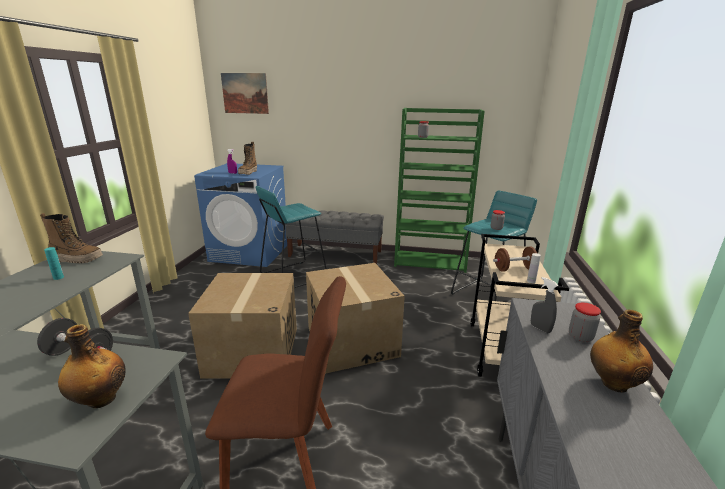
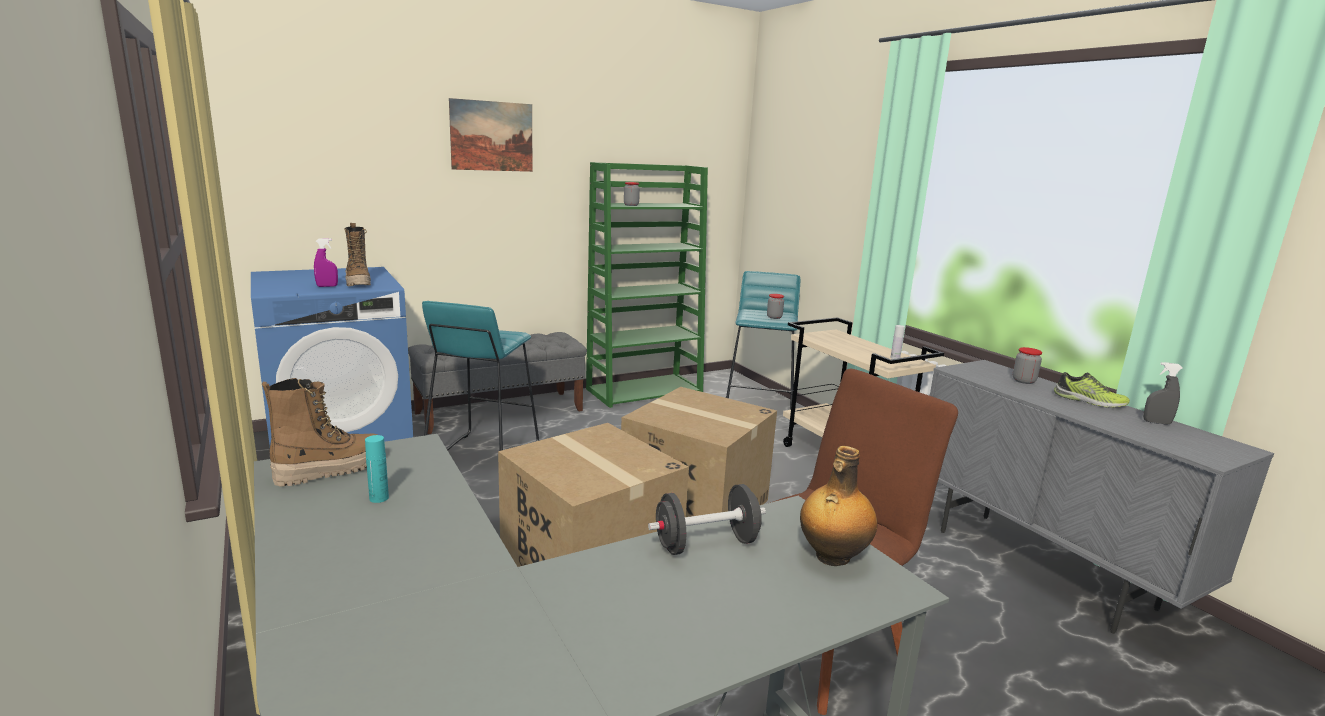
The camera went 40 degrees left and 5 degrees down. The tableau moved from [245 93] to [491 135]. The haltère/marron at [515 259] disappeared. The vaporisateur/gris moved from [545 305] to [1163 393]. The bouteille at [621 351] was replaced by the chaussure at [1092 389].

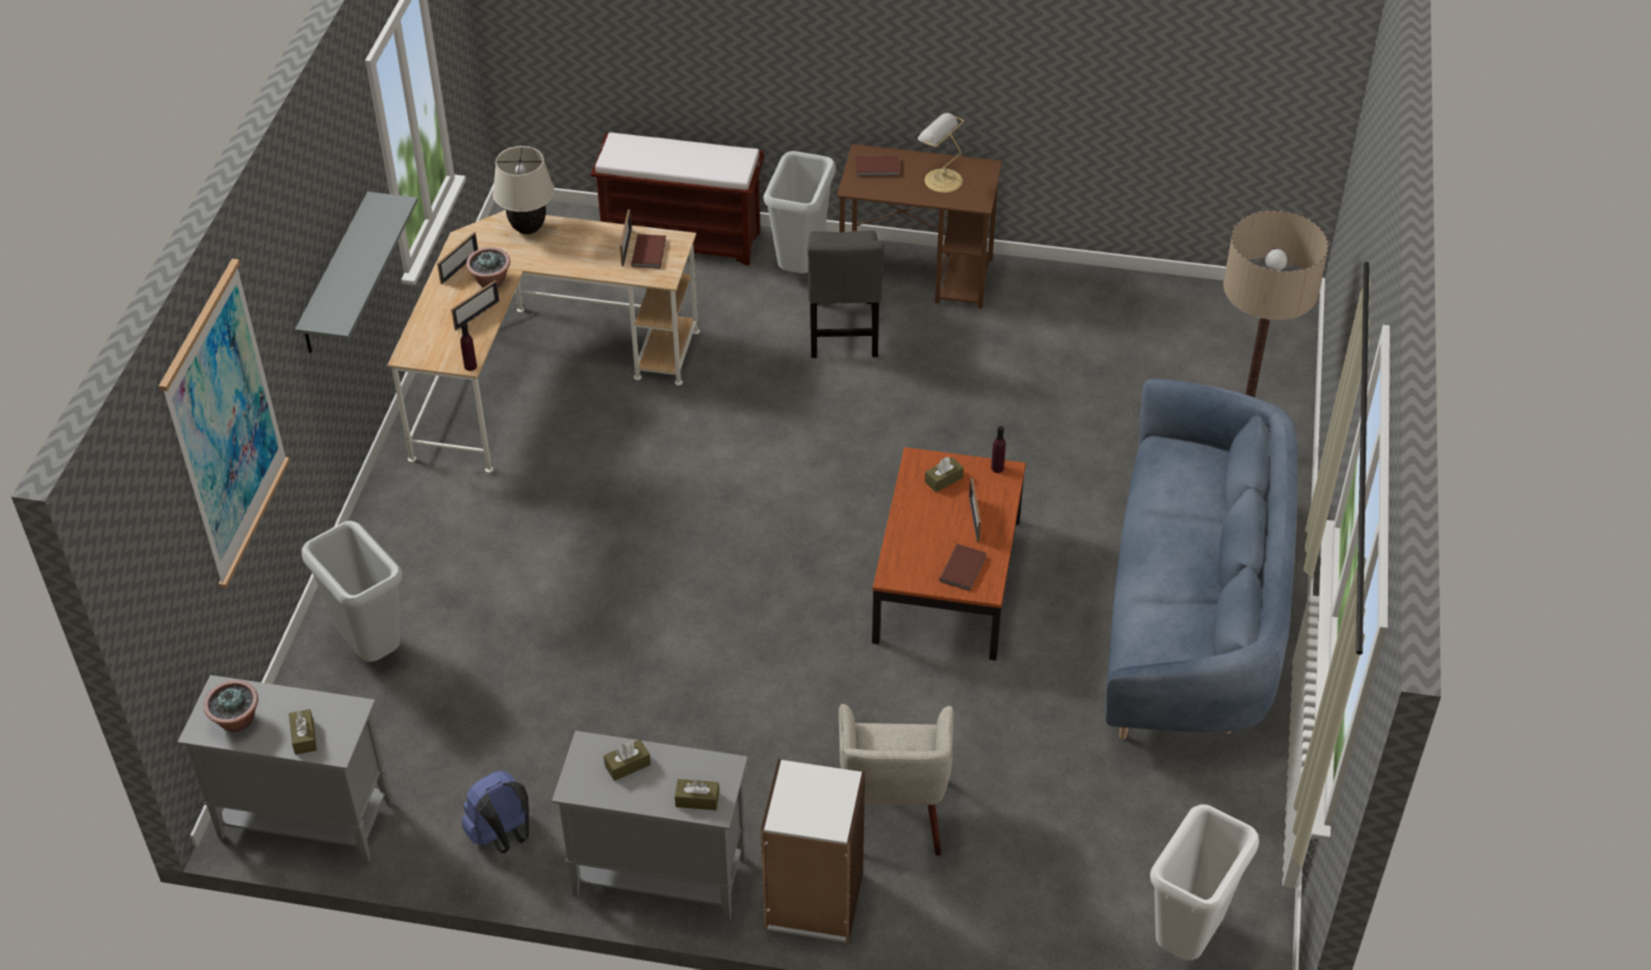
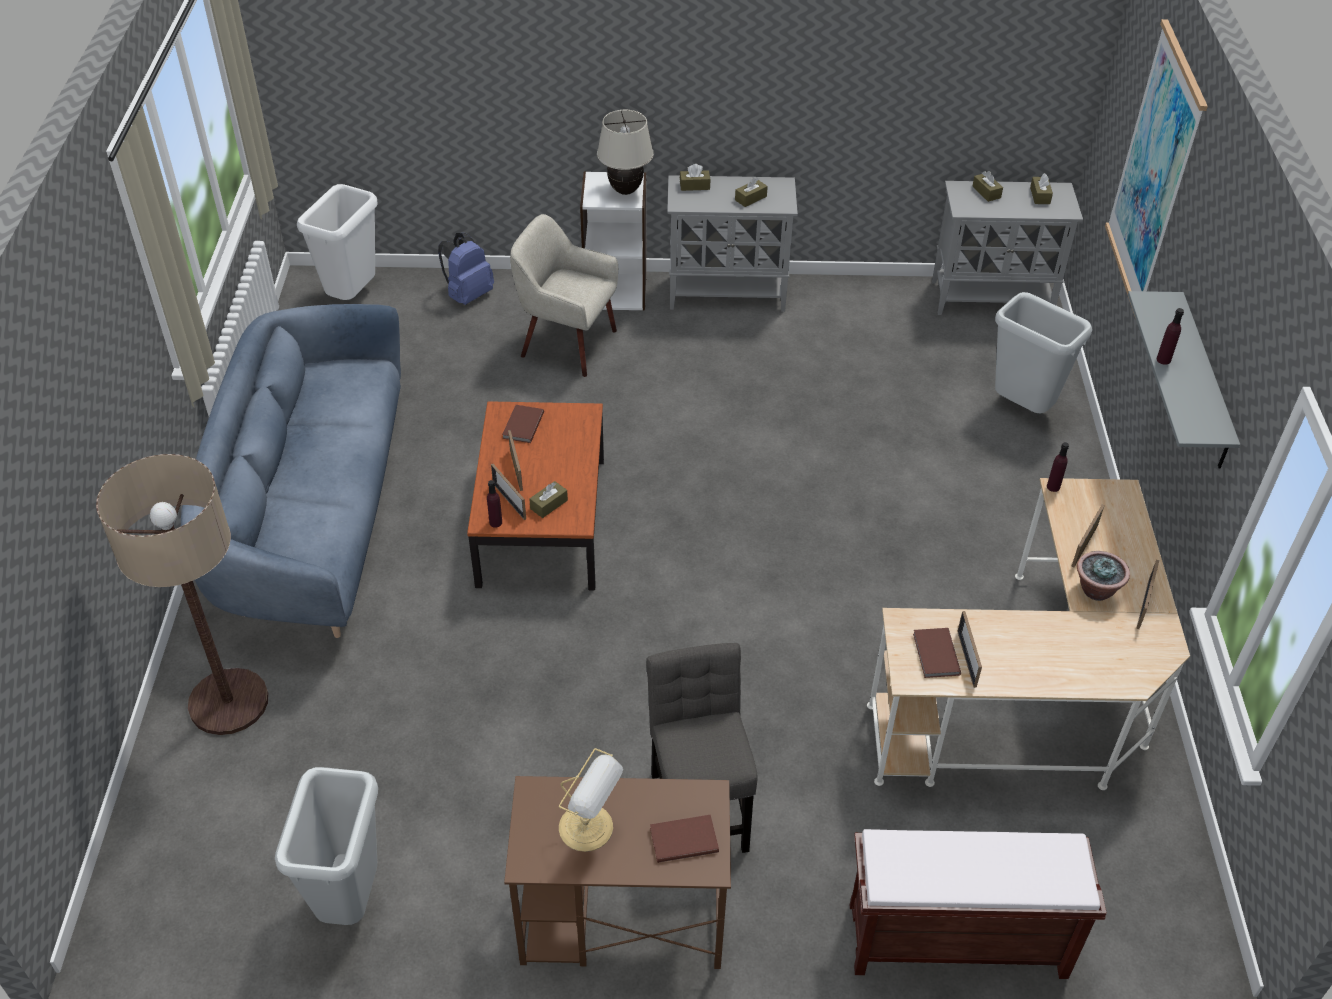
The camera went 170 degrees right and 0 degrees up. The plante en pot at [231 706] was replaced by the boîte à mouchoirs/marron at [1041 188]. The sac à dos/bleu moved from [495 811] to [466 269]. The lampe de table/beige moved from [524 190] to [625 152]. The poubelle/gris moved from [800 212] to [326 846]. The fauteuil/beige at [896 780] turned 60 degrees counterclockwise. The cadre photo at [508 492] appeared. The bouteille/violet at [1170 336] appeared.

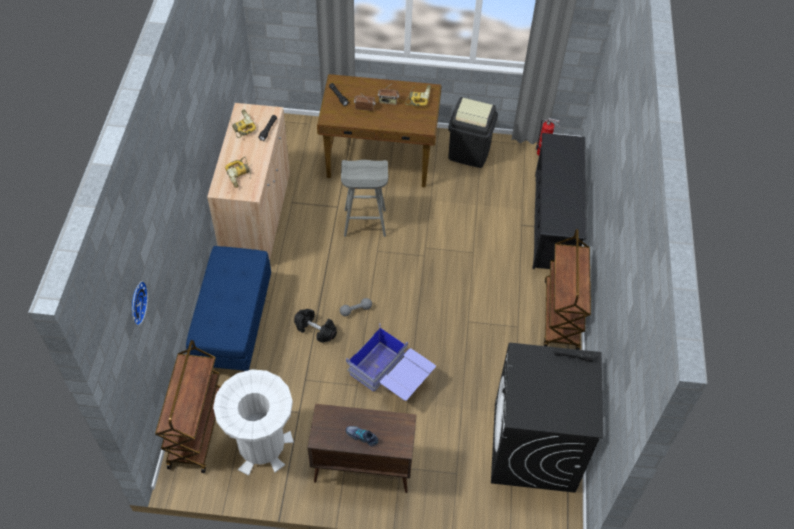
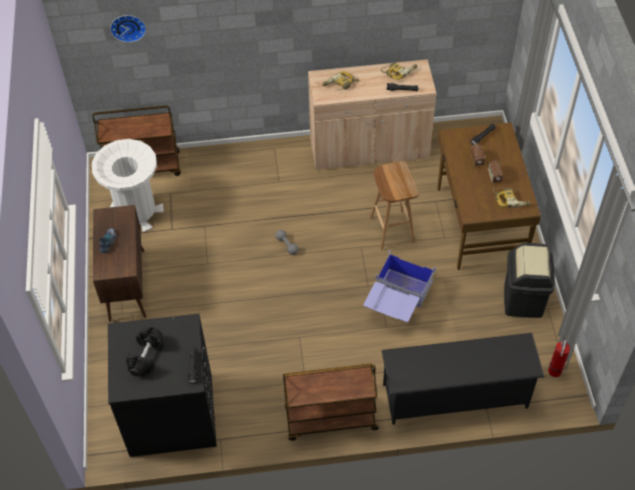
The camera went 80 degrees right and 0 degrees up. The banc/bleu at [228 309] disappeared. The haltère/noir moved from [315 326] to [145 352]. The tabouret/gris at [364 198] became the tabouret/marron at [394 205]. The boîte de rangement/bleu moved from [391 364] to [399 286].

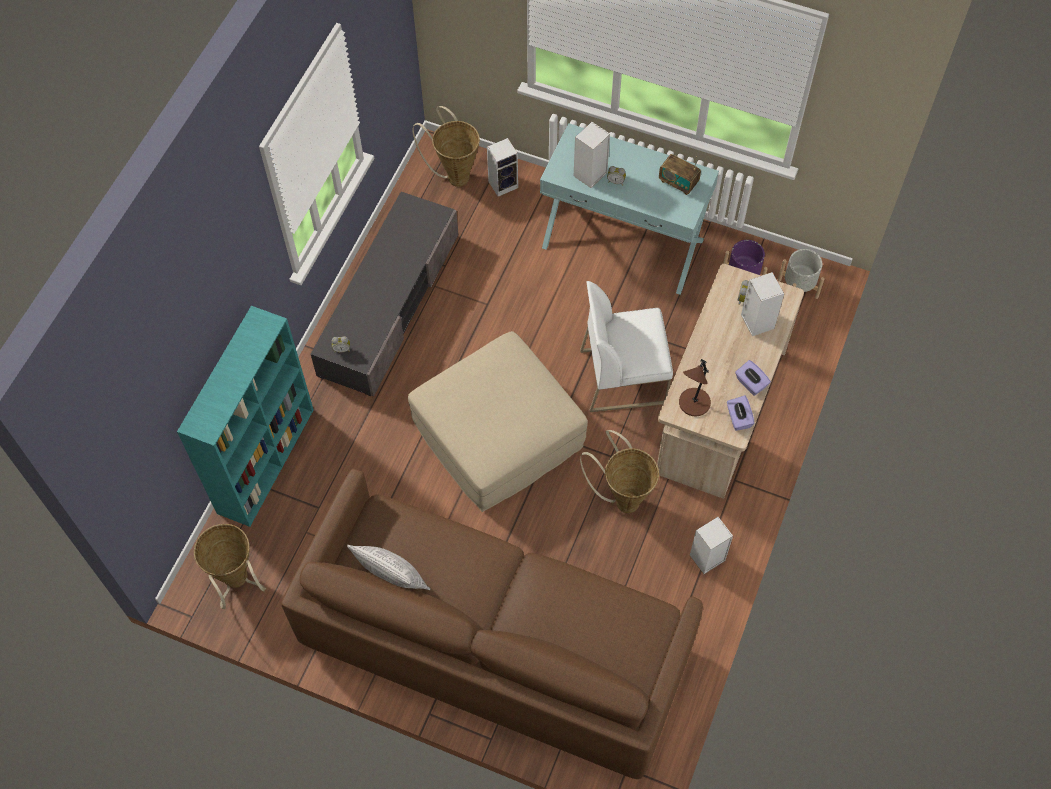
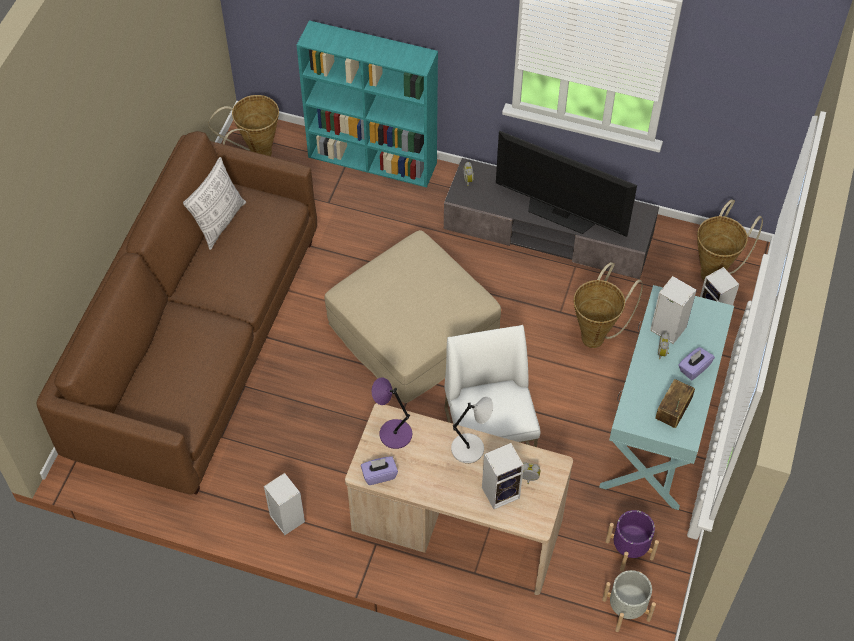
The camera went 85 degrees right and 5 degrees down. The panier moved from [619 471] to [608 305]. The lampe de table/marron at [695 387] became the lampe de table/violet at [392 413]. The boîte à mouchoirs/violet moved from [753 378] to [697 363]. The lampe de table/gris at [472 430] appeared. The téléviseur at [566 184] appeared.

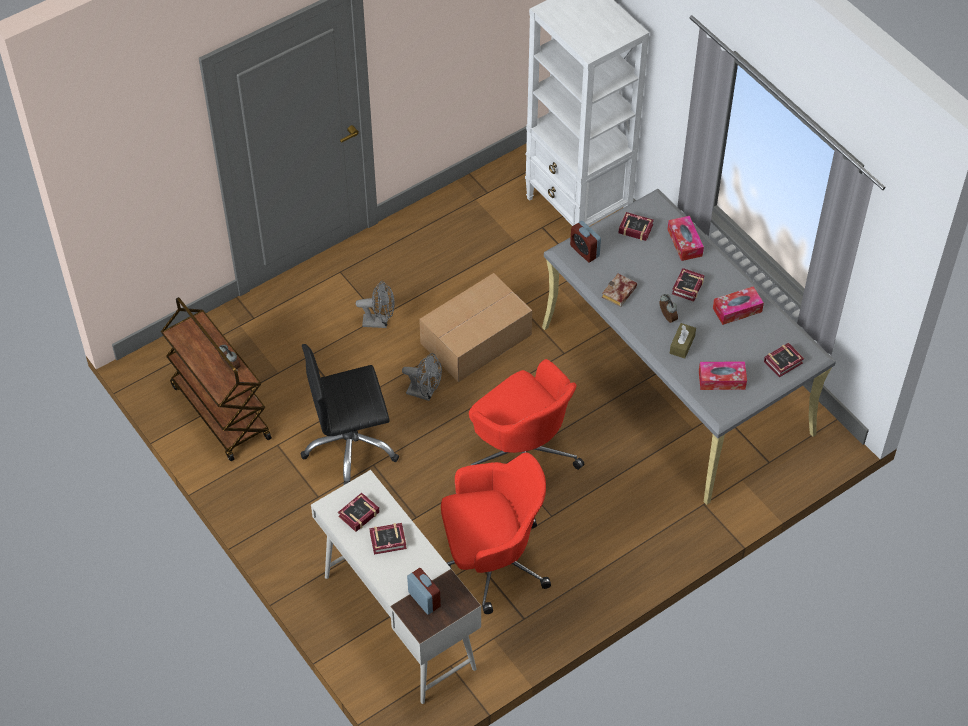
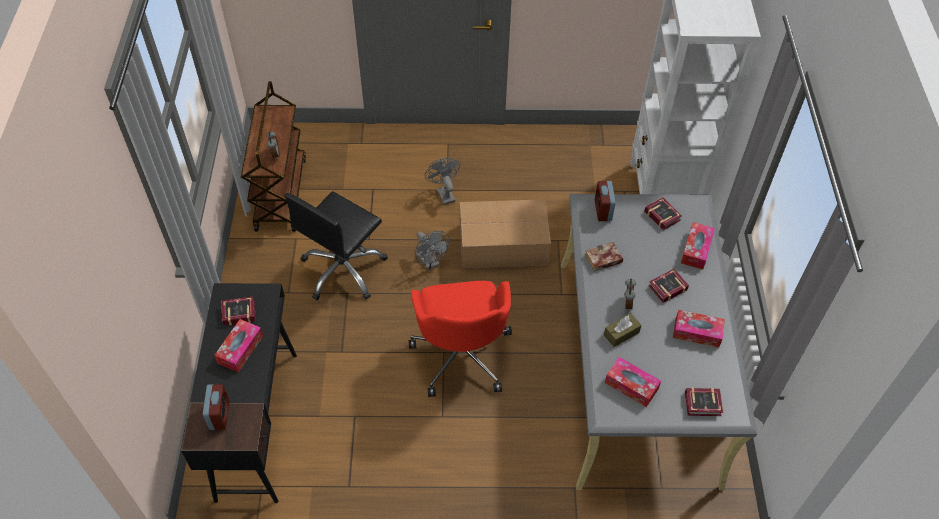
The camera went 35 degrees right and 0 degrees up. The chaise de bureau/noir at [349 414] turned 75 degrees counterclockwise. The bureau/blanc at [396 587] became the bureau/noir at [239 393]. The ventilateur/gris at [375 304] turned 150 degrees counterclockwise. The livre at [388 539] was replaced by the boîte à mouchoirs at [238 345]. The chaise de bureau/rouge at [496 533] disappeared.

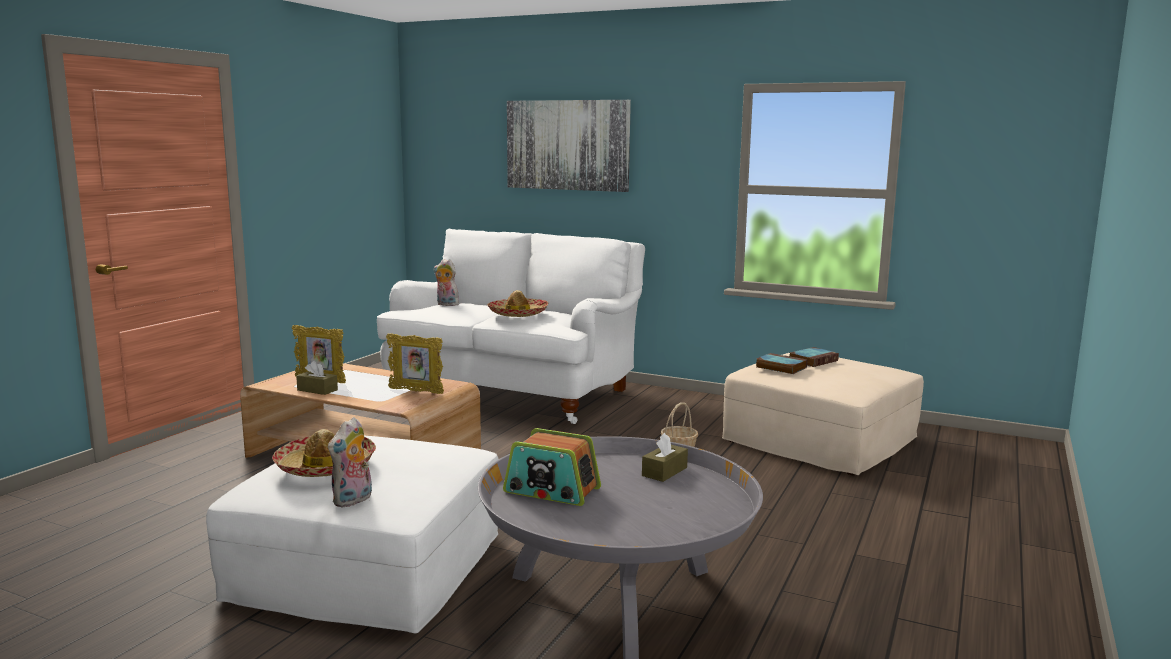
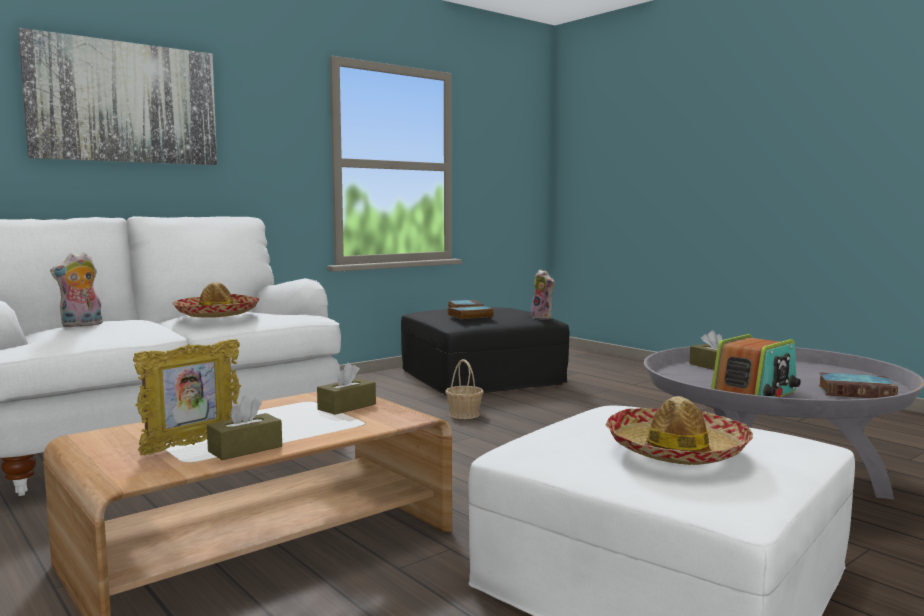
The camera went 65 degrees left and 5 degrees down. The peluche moved from [350 462] to [543 294]. The cadre photo at [415 363] was replaced by the boîte à mouchoirs/marron at [346 389]. The pouf/beige at [823 414] became the pouf/noir at [485 351]. The livre at [858 385] appeared.

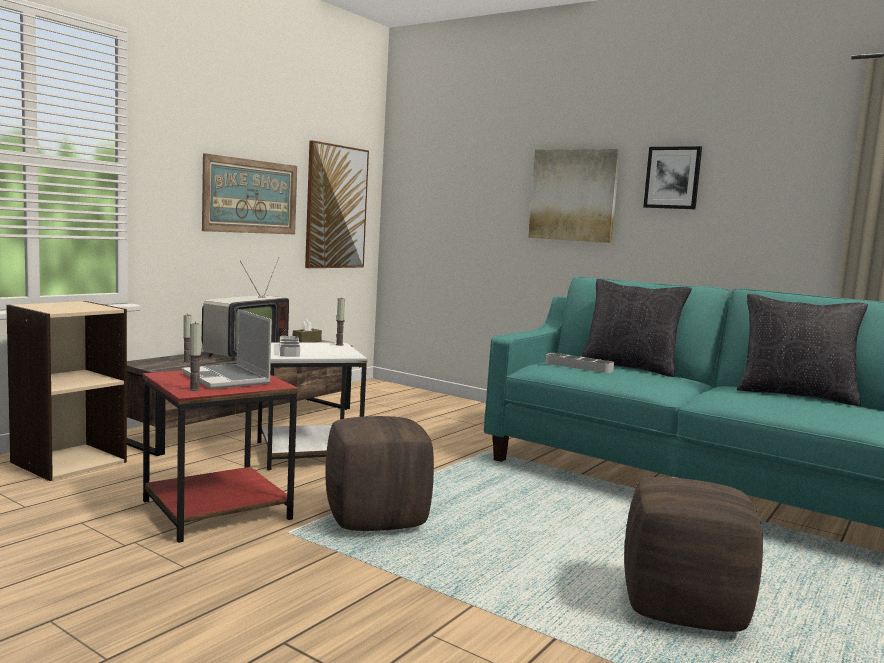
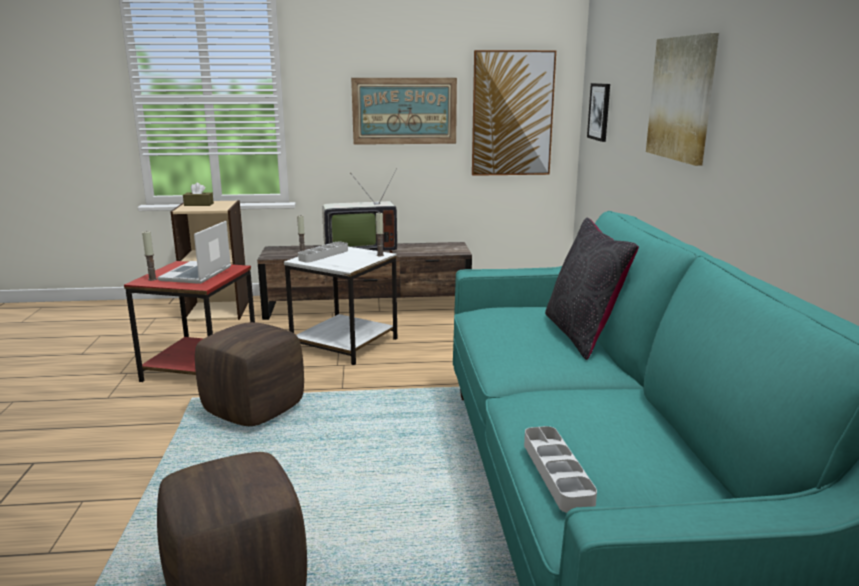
The camera went 50 degrees right and 10 degrees up. The boîte à mouchoirs/marron moved from [307 331] to [198 194]. The plateau/gris moved from [580 363] to [560 469]. The tableau moved from [672 177] to [598 112]. The coussin/noir at [802 350] disappeared.

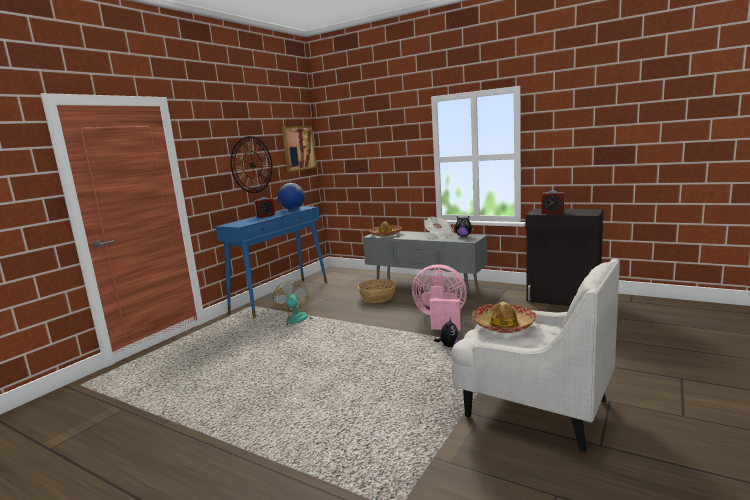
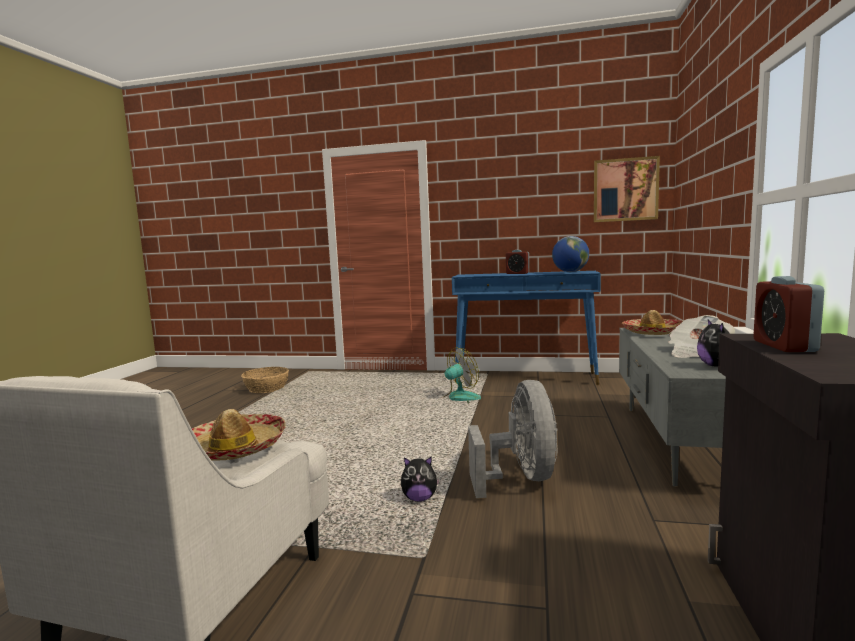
The camera went 70 degrees right and 5 degrees down. The horloge murale at [251 164] disappeared. The panier moved from [377 291] to [265 380]. The ventilateur/rose at [439 297] became the ventilateur/gris at [513 439].

